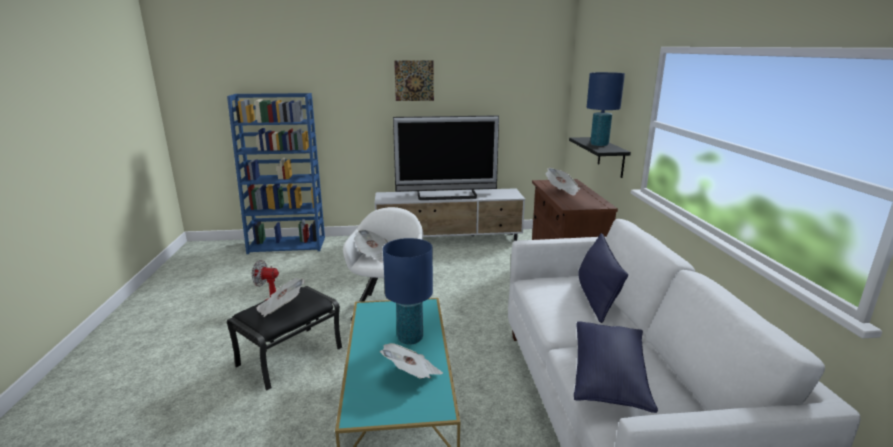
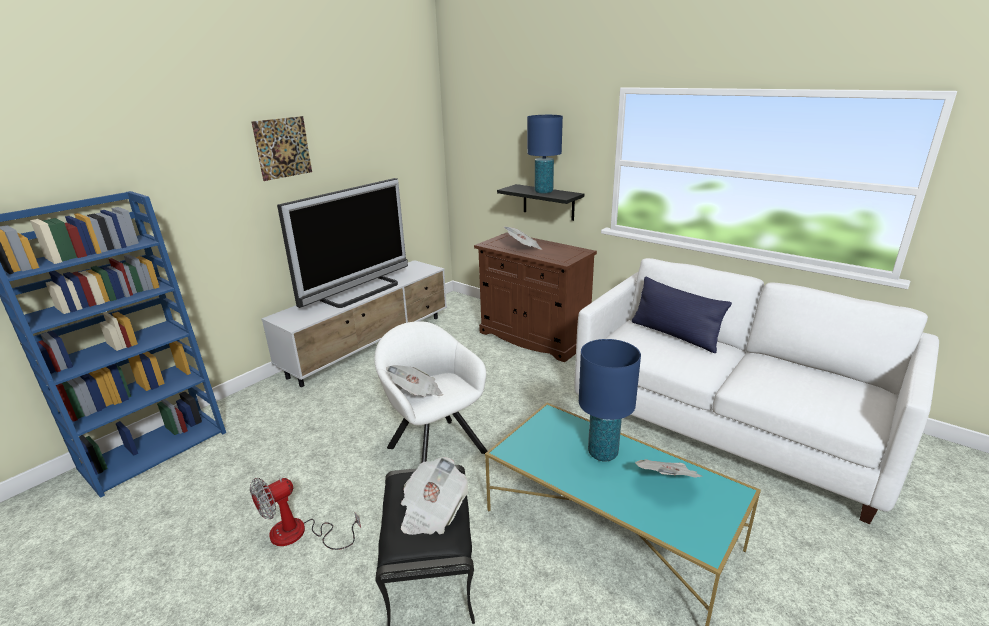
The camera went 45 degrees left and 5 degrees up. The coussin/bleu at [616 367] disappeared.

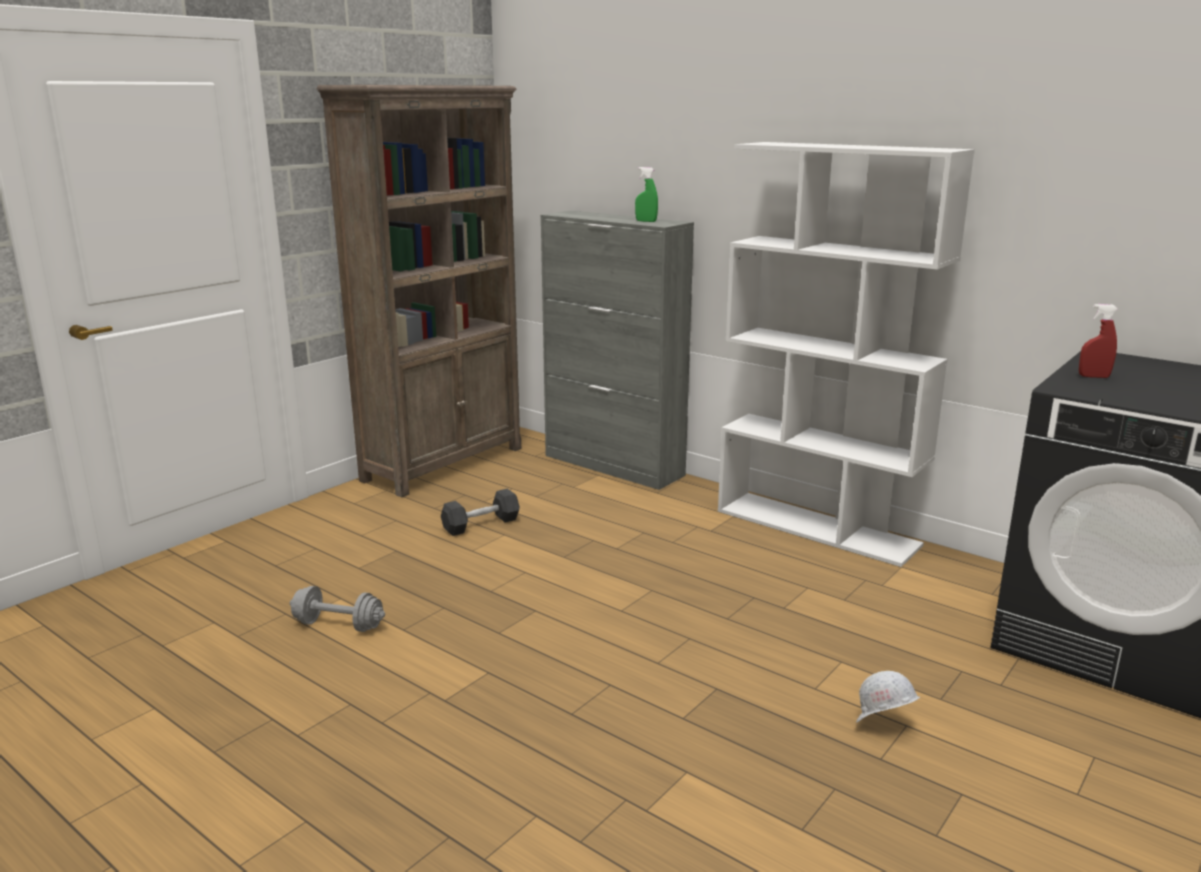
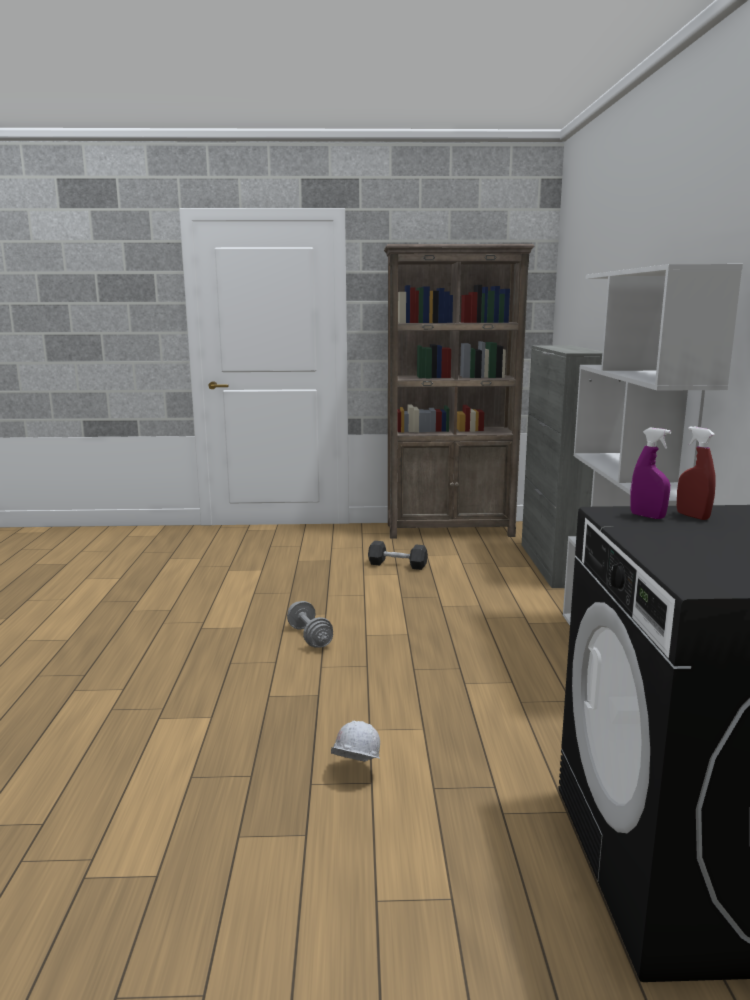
The camera went 50 degrees right and 5 degrees down. The haltère/gris moved from [337 609] to [310 624]. The vaporisateur/vert at [646 194] disappeared. The vaporisateur/violet at [650 473] appeared.

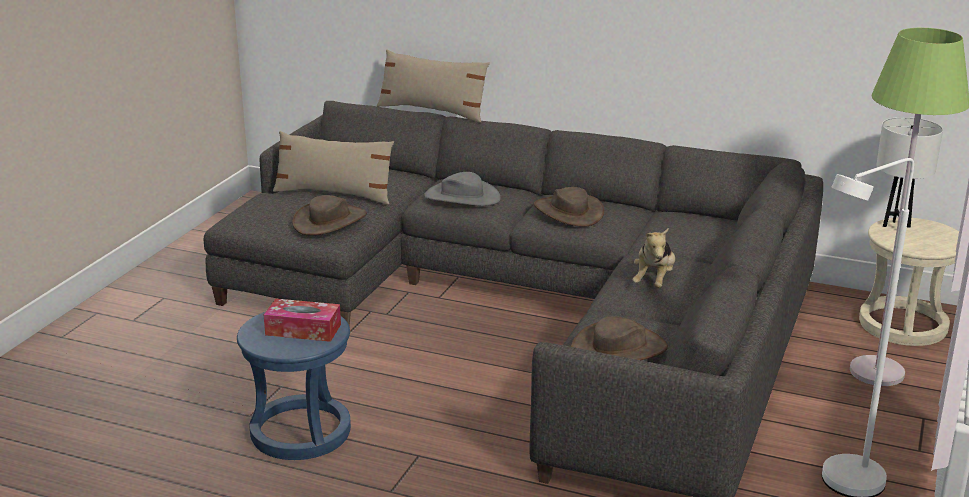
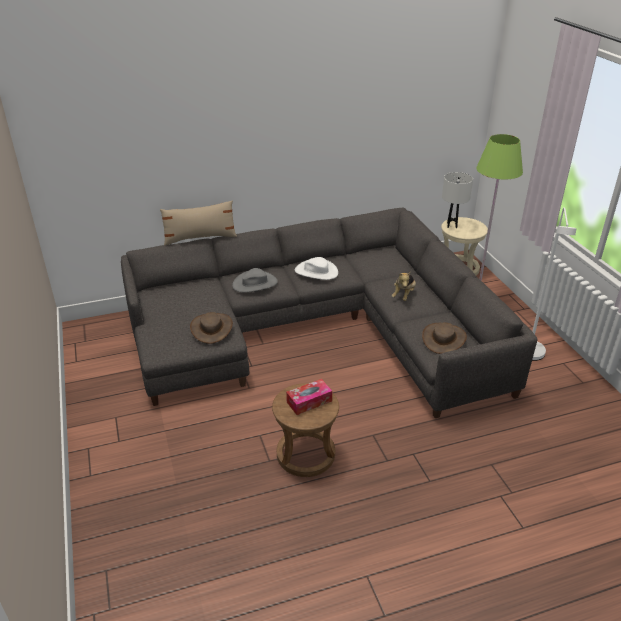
The camera went 40 degrees left and 10 degrees up. The tabouret/bleu at [294 386] became the tabouret/marron at [305 430]. The coussin/beige at [333 167] disappeared. The chapeau/marron at [569 207] became the chapeau/blanc at [316 268]. The peluche at [653 258] turned 45 degrees clockwise.

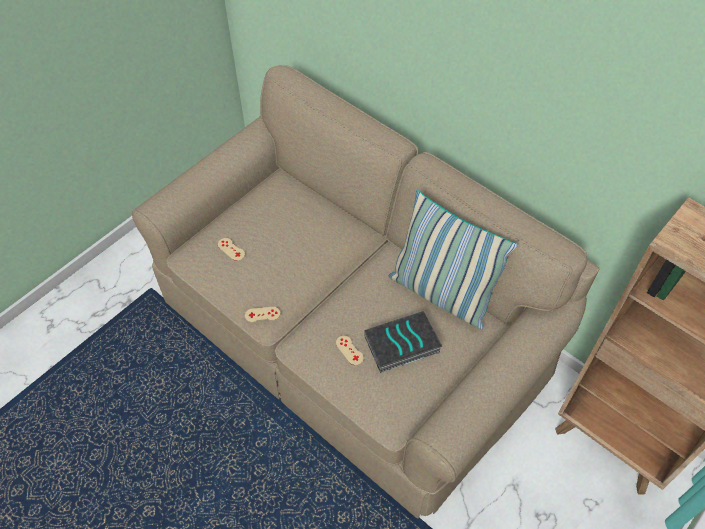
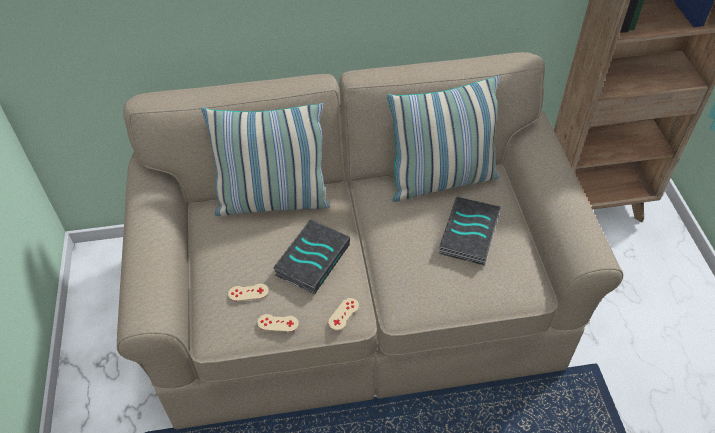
The camera went 50 degrees left and 5 degrees down. The manette/beige moved from [350 350] to [278 323]. The coussin at [265 159] appeared. The livre at [311 256] appeared.

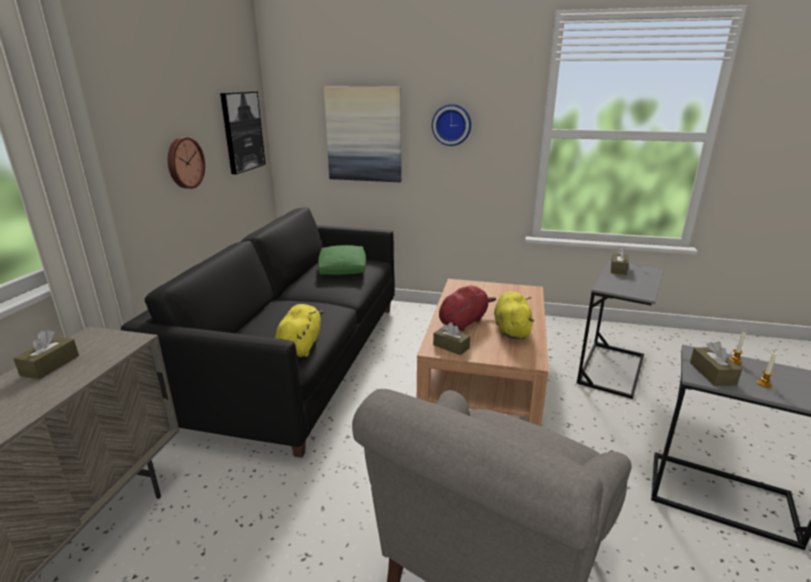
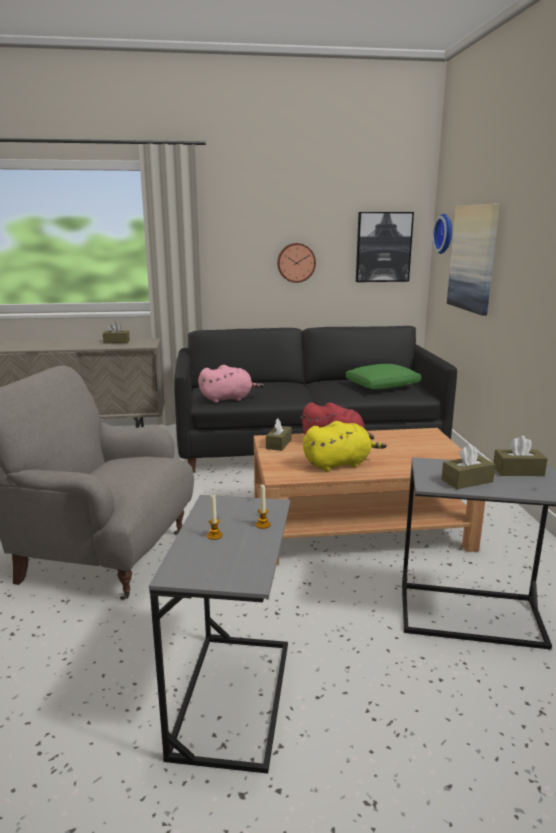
The camera went 70 degrees right and 5 degrees down. The peluche/jaune at [299 330] became the peluche/rose at [231 384]. The horloge murale moved from [451 125] to [442 234]. The boîte à mouchoirs/marron moved from [716 363] to [468 466].

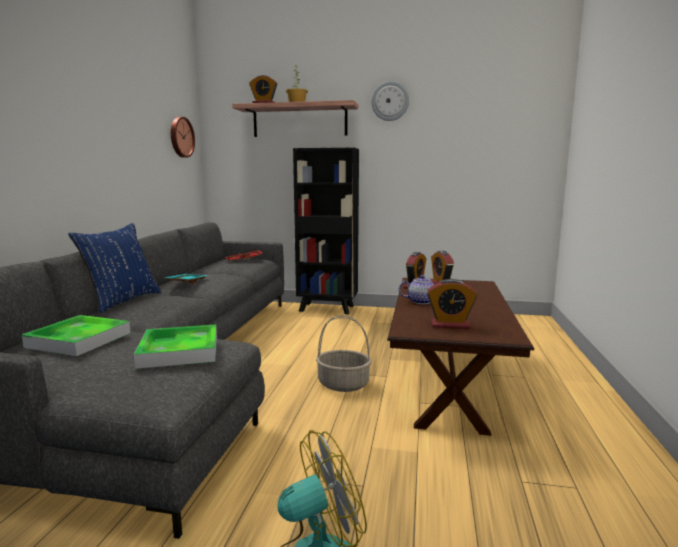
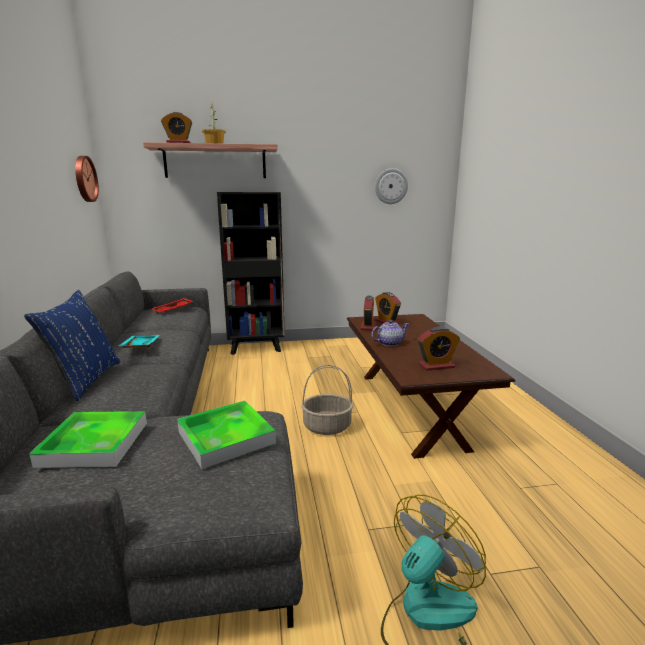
The camera went 20 degrees left and 5 degrees up. The horloge murale moved from [390 101] to [391 186].

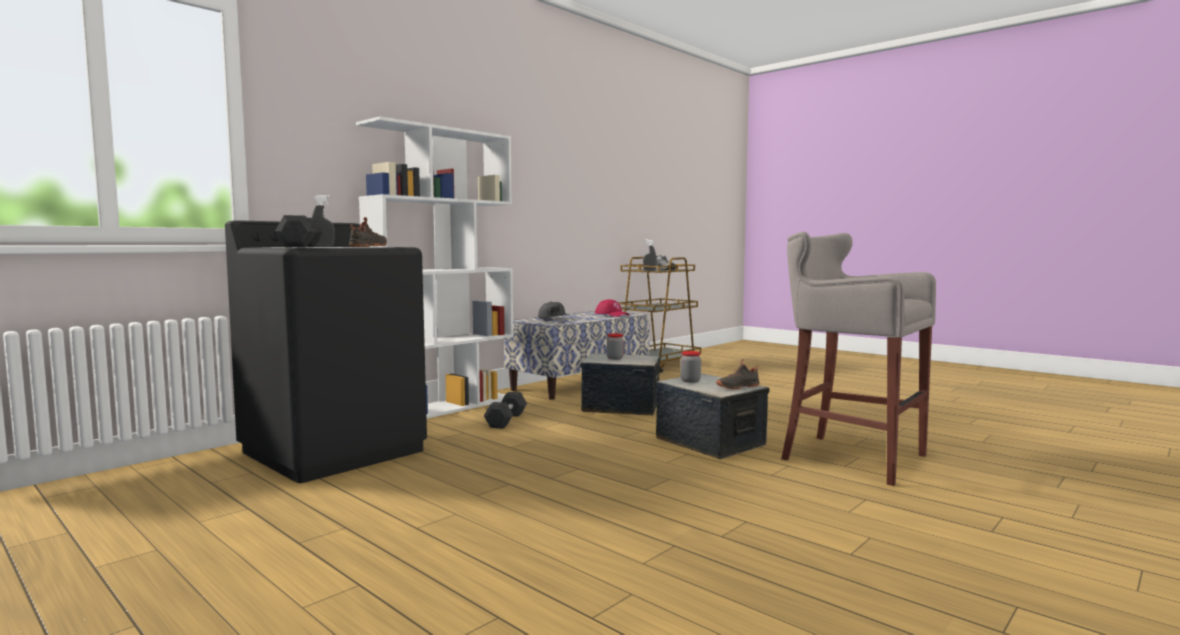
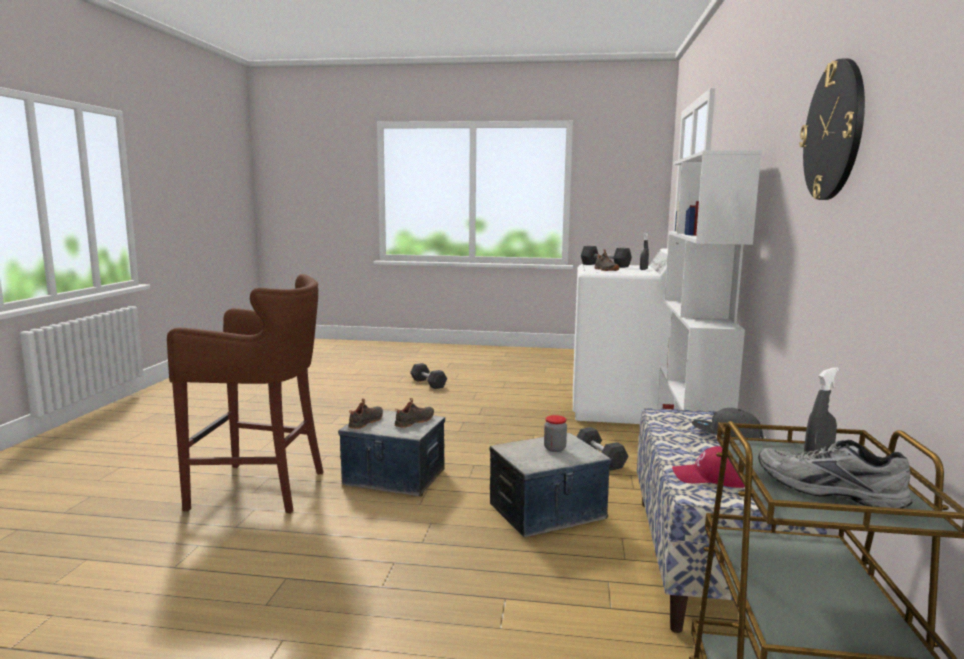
The camera went 145 degrees right and 5 degrees up. The lave-linge/noir at [326 351] became the lave-linge/blanc at [622 336]. The bocal at [690 367] was replaced by the chaussure/noir at [414 413]. The tabouret/gris at [858 359] became the tabouret/marron at [245 394]. The haltère/gris at [428 376] appeared. The horloge murale at [832 129] appeared.

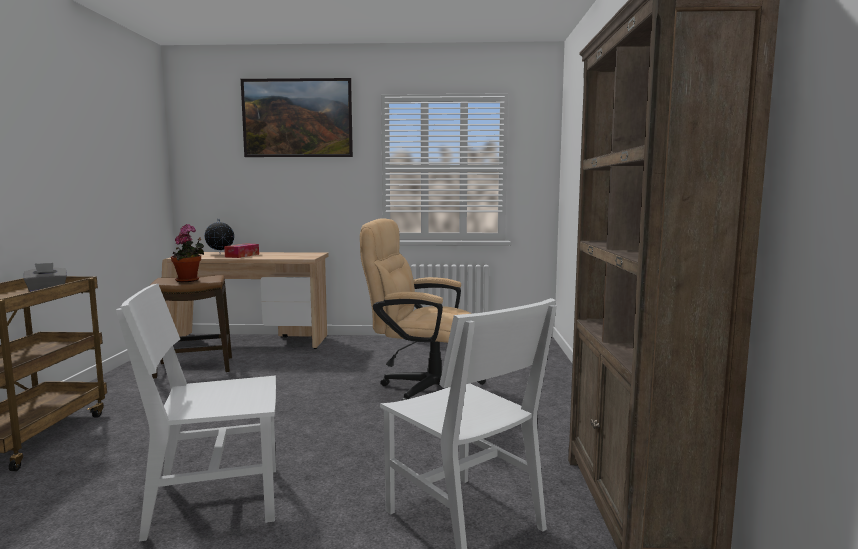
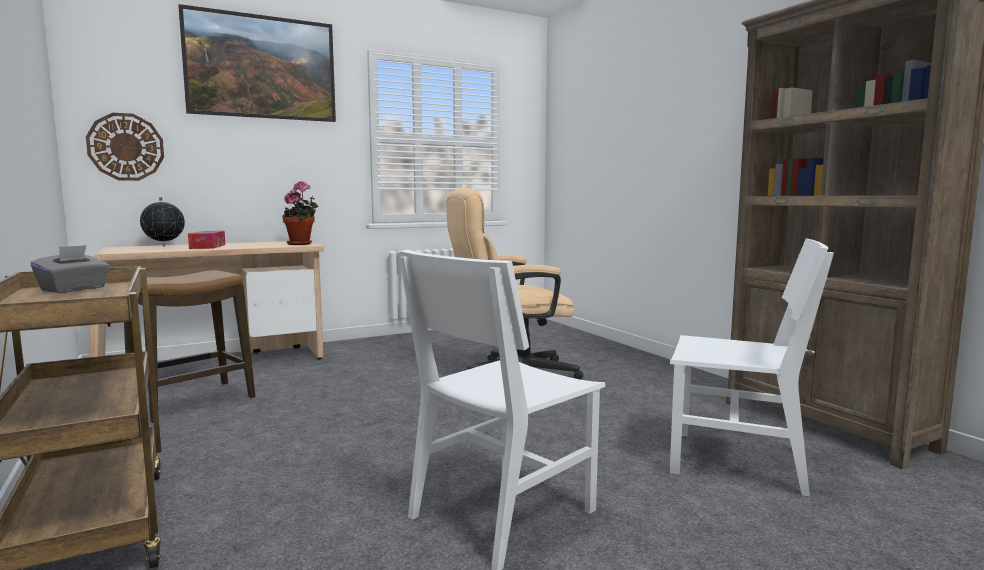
The camera went 30 degrees left and 0 degrees up. The plante en pot moved from [187 253] to [300 213]. The horloge murale at [125 147] appeared.

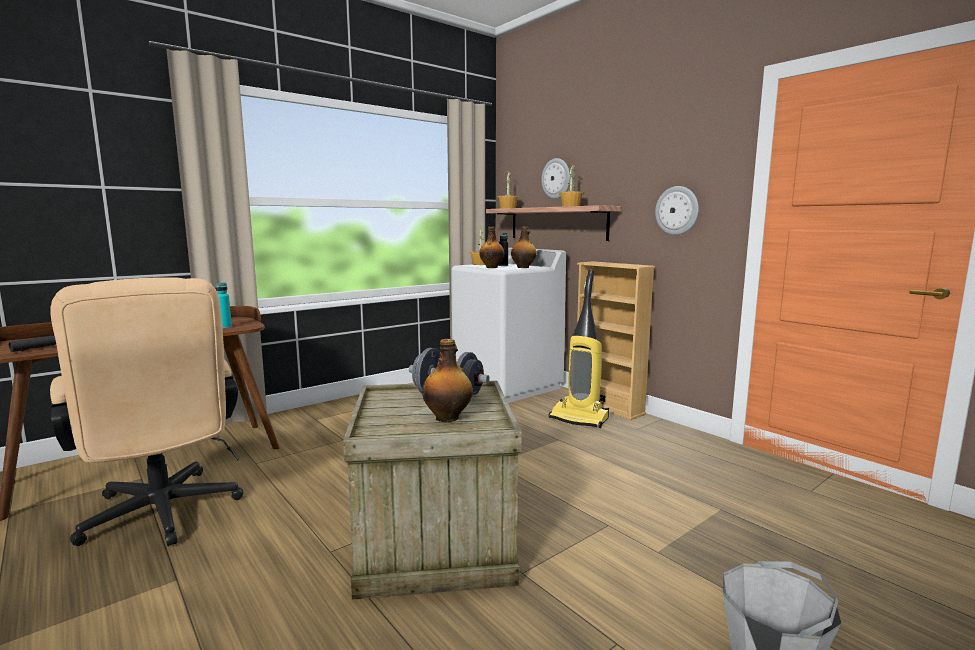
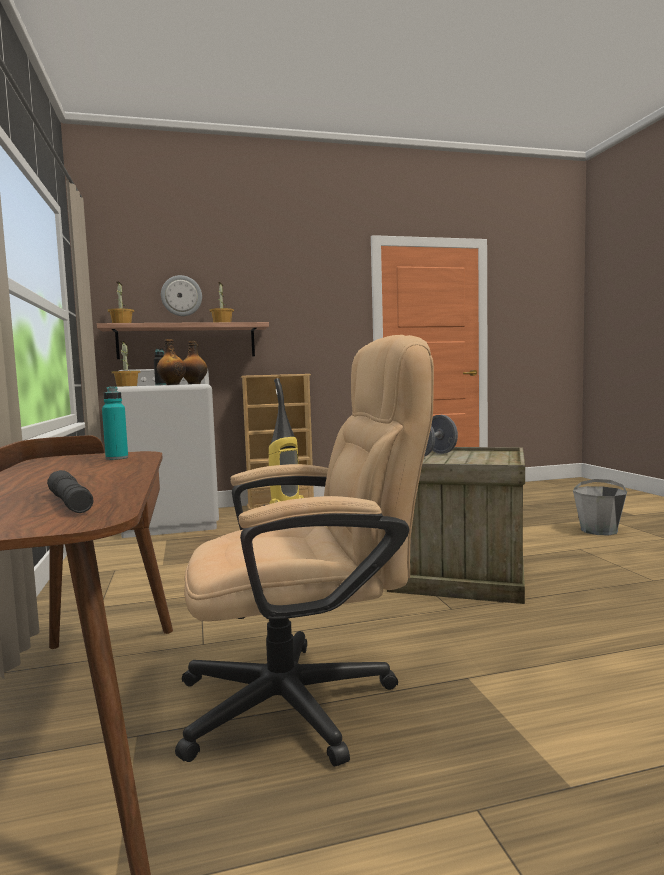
The camera went 65 degrees left and 5 degrees down. The bouteille at [447 380] disappeared. The horloge murale at [677 210] disappeared.

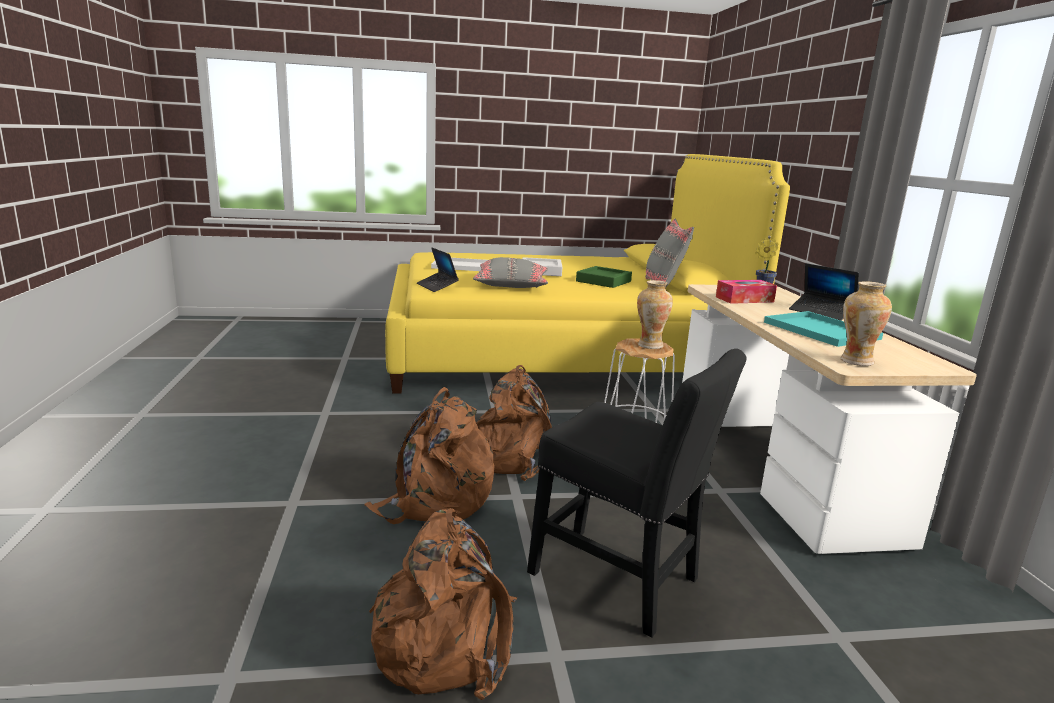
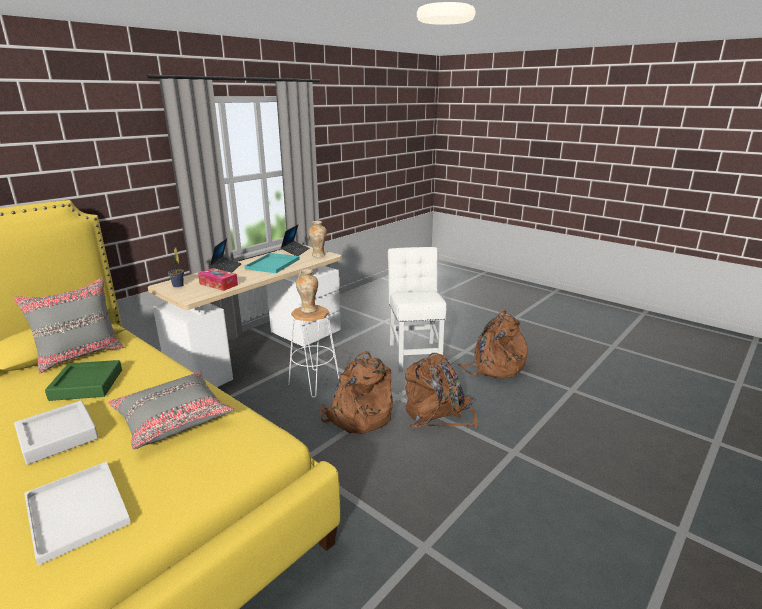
The camera went 130 degrees left and 5 degrees up. The ordinateur portable moved from [438 269] to [295 240]. The chaise/noir at [636 493] became the chaise/blanc at [417 310].

